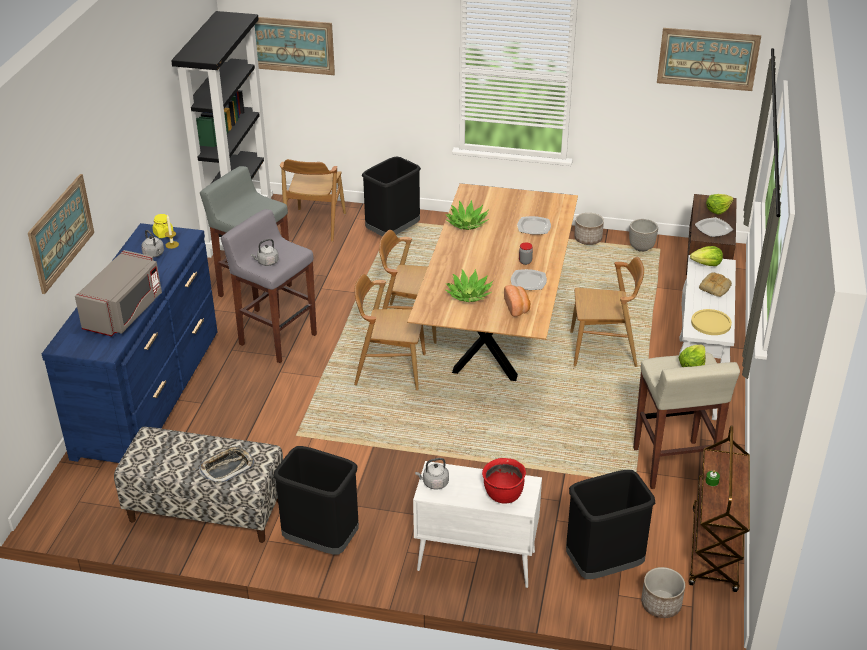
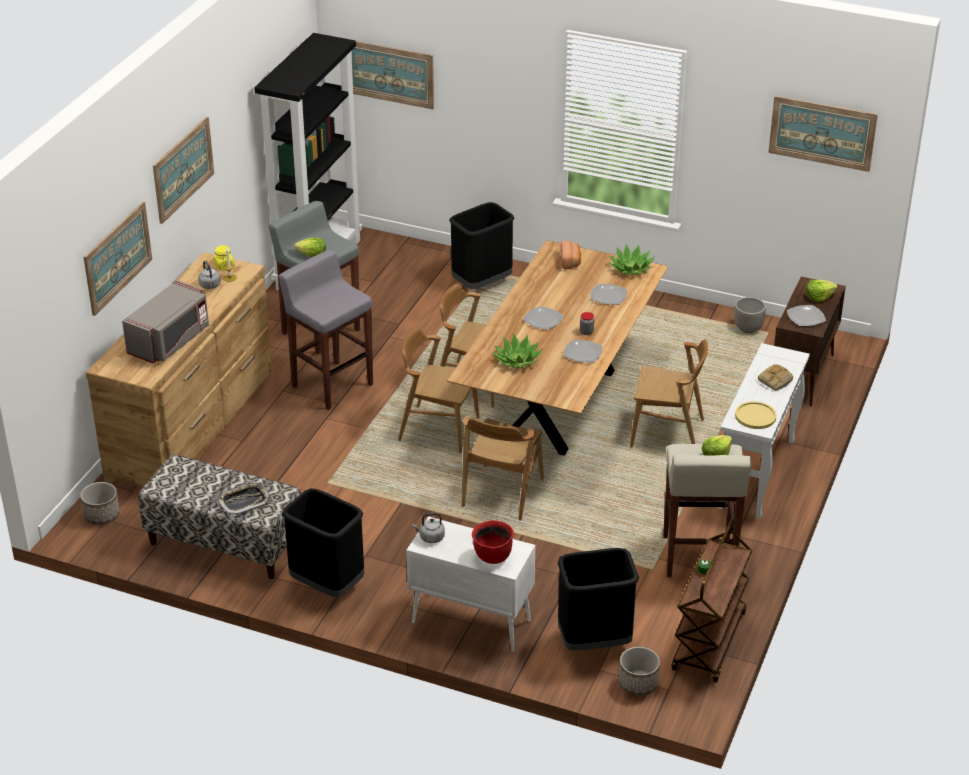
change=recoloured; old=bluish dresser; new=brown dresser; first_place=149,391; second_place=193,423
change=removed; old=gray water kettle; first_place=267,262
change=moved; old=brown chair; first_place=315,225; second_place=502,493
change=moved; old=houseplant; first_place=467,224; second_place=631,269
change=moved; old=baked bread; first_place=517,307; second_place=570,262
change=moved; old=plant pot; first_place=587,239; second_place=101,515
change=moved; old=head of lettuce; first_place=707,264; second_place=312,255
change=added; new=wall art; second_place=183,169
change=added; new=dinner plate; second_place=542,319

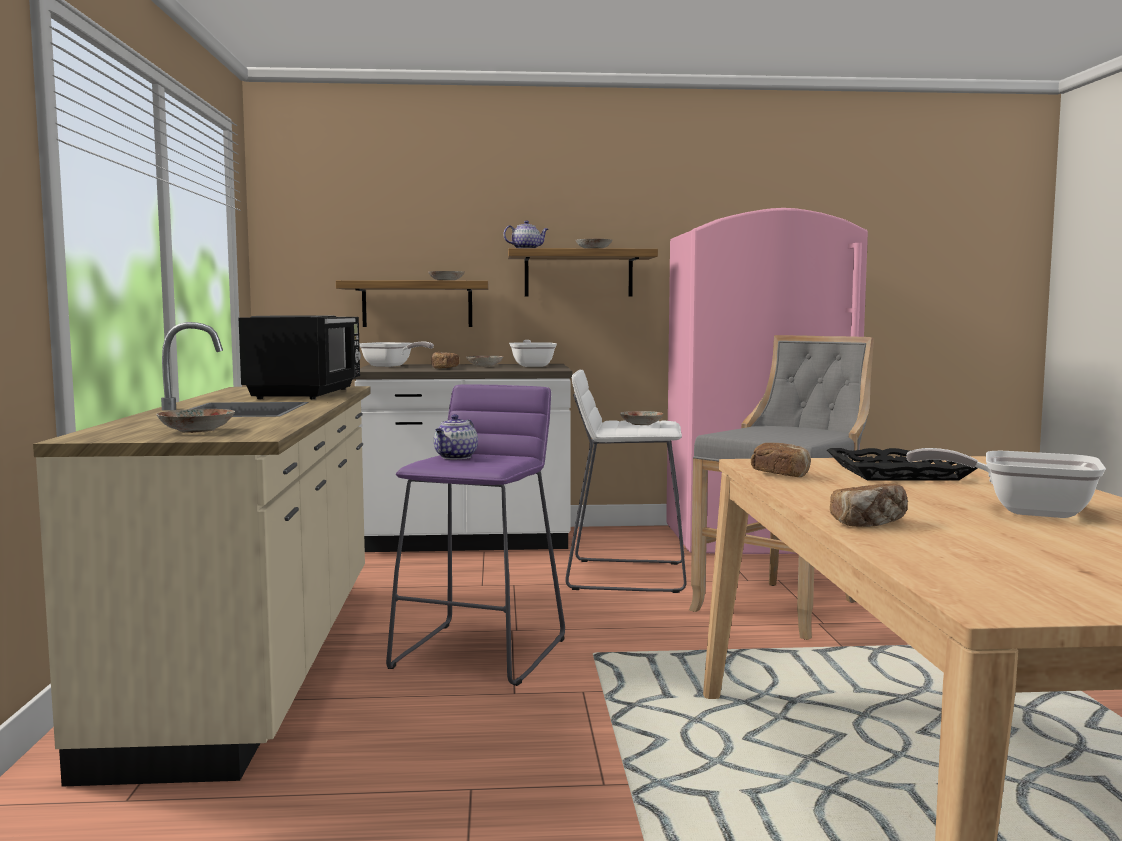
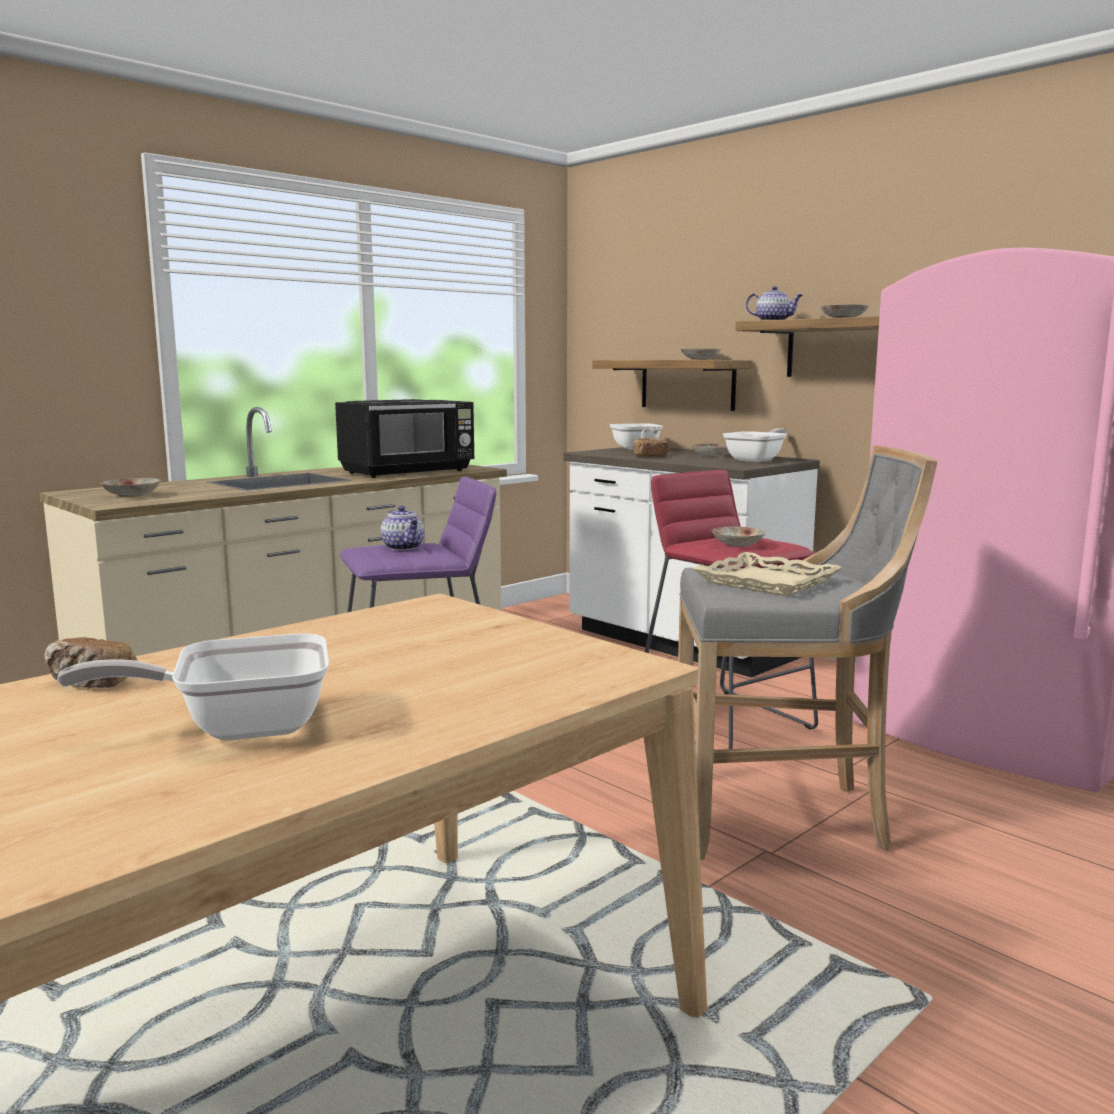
change=turned; old=pot for tea; first_place=456,457; second_place=404,547; degrees=-105
change=recoloured; old=white-coloured sitting stool; new=red-coloured sitting stool; first_place=625,575; second_place=723,721
change=removed; old=baked bread; first_place=781,474
change=removed; old=black-coloured serving tray; first_place=898,473
change=turned; old=pan; first_place=1023,510; second_place=237,727; degrees=-90
change=added; new=beige-coloured serving tray; second_place=767,582

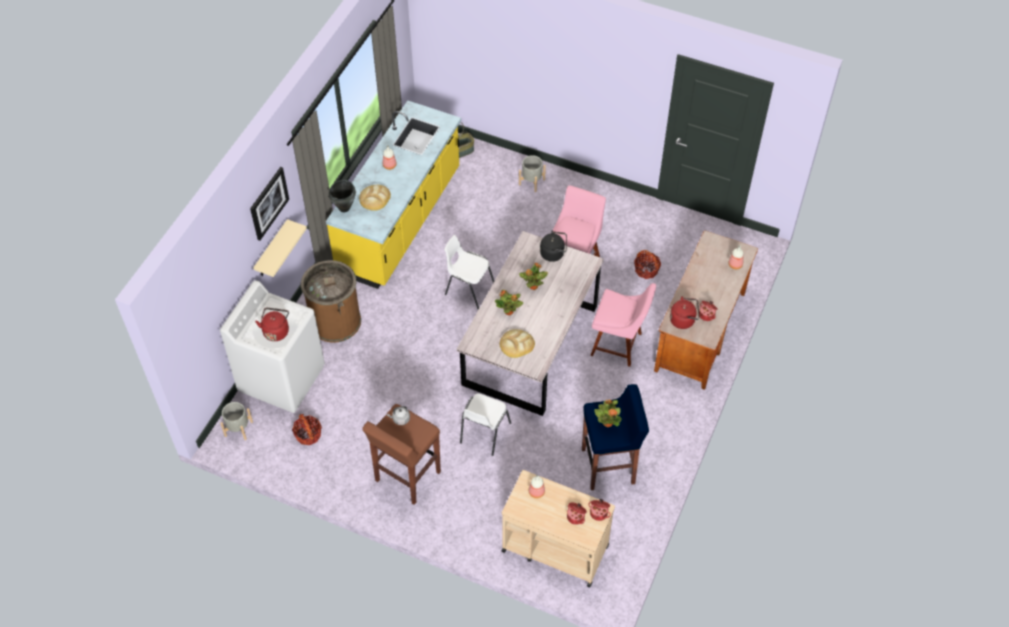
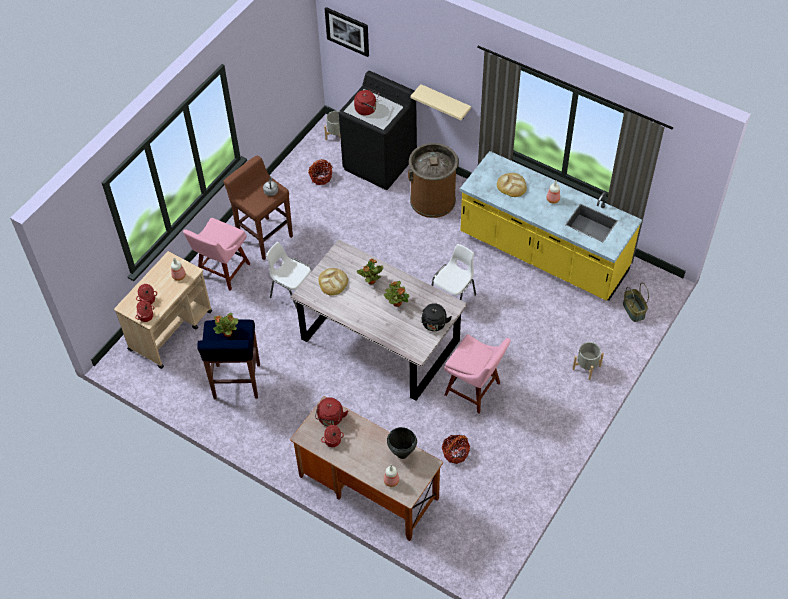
change=recoloured; old=white-coloured laundry appliance; new=black-coloured laundry appliance; first_place=282,378; second_place=380,163
change=moved; old=wall art; first_place=268,203; second_place=347,31
change=moved; old=black-coloured cooking pot; first_place=344,208; second_place=402,454
change=moved; old=pinkish chair; first_place=619,345; second_place=222,272

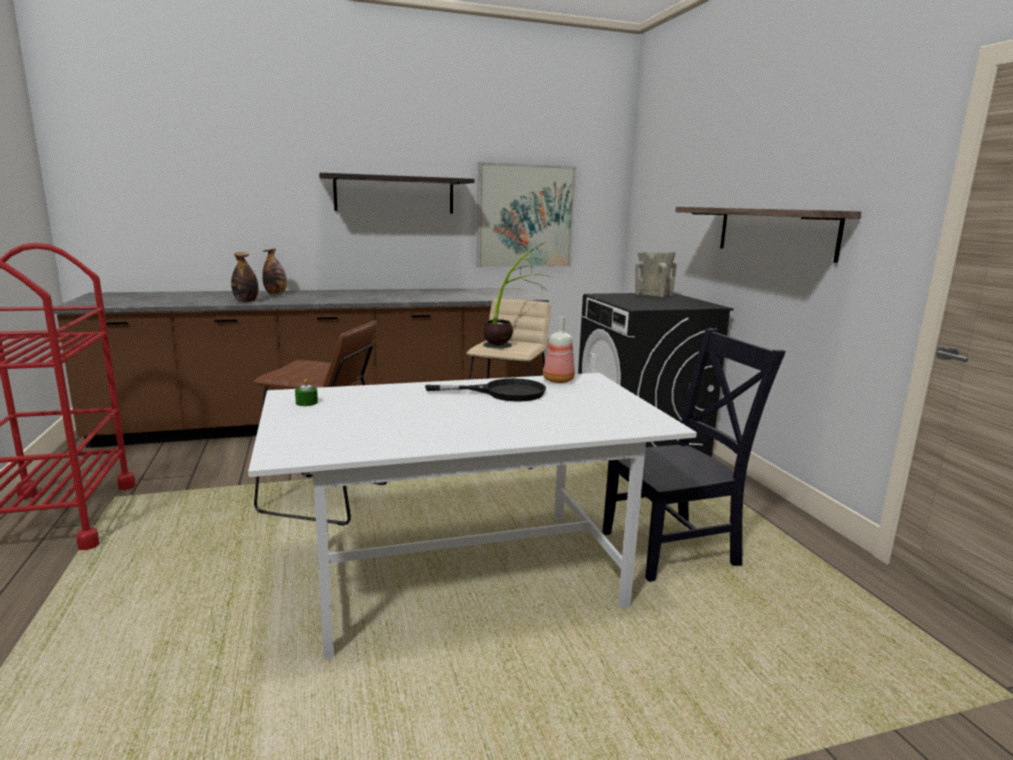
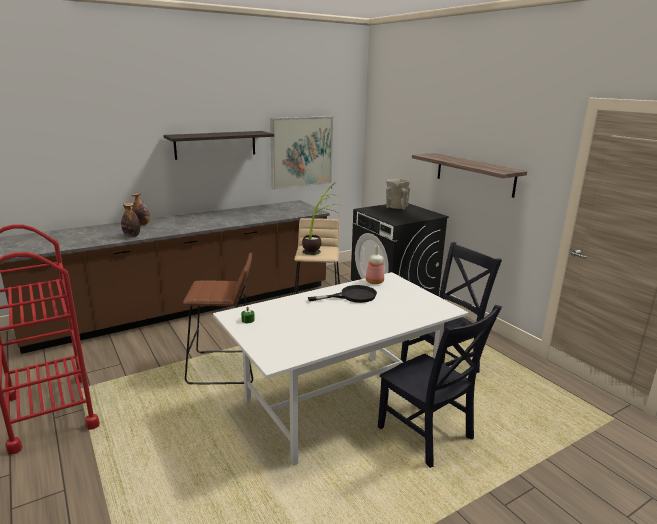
change=added; new=black-coloured chair; second_place=427,435

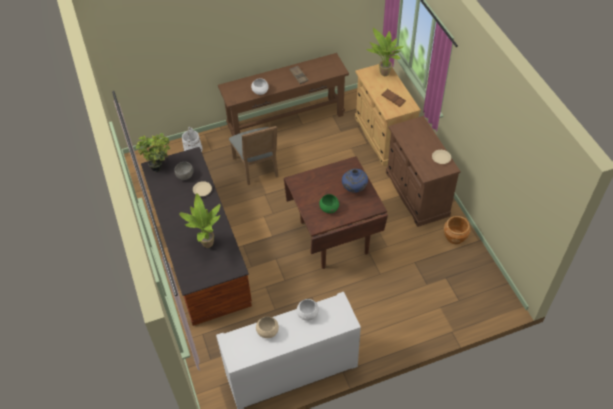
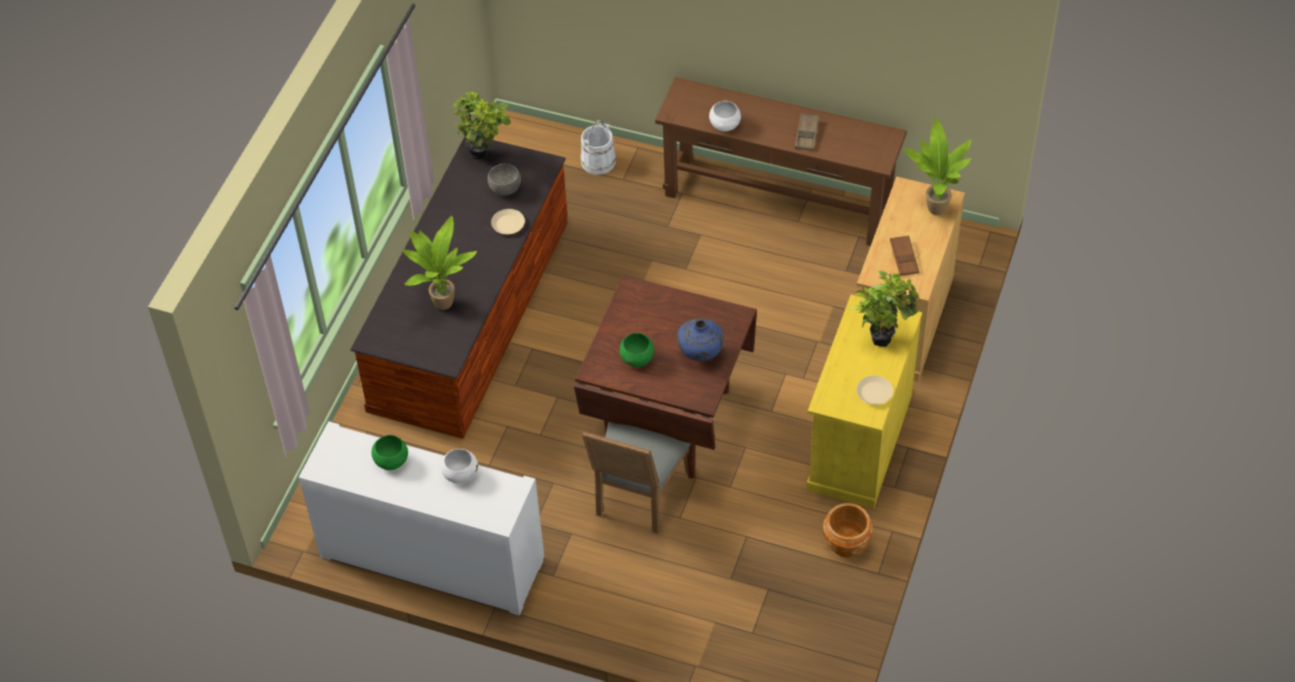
change=moved; old=gray chair; first_place=258,168; second_place=638,496
change=recoloured; old=beige-coloured serving bowl; new=green-coloured serving bowl; first_place=267,331; second_place=391,461
change=recoloured; old=brown cupboard; new=yellowish cupboard; first_place=416,194; second_place=859,441
change=added; new=houseplant; second_place=882,335

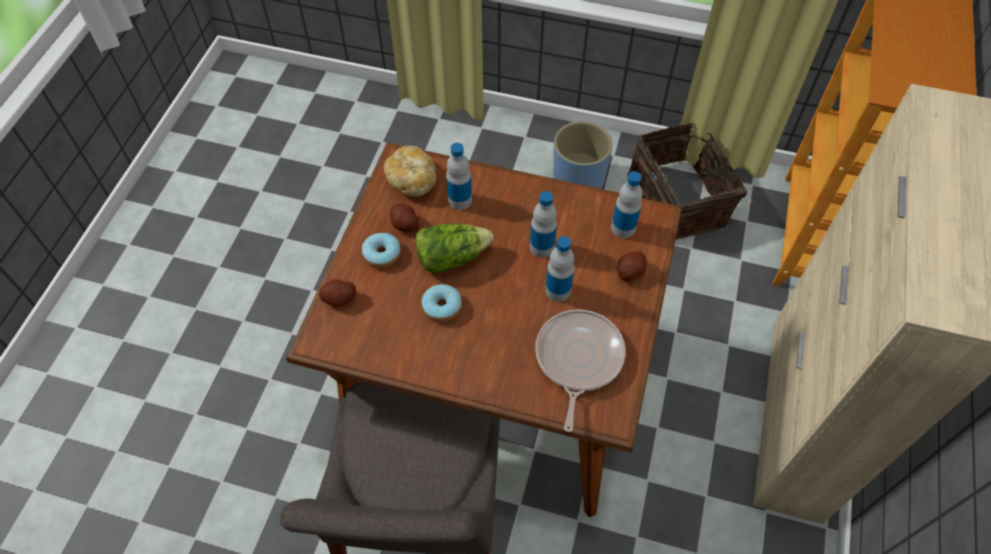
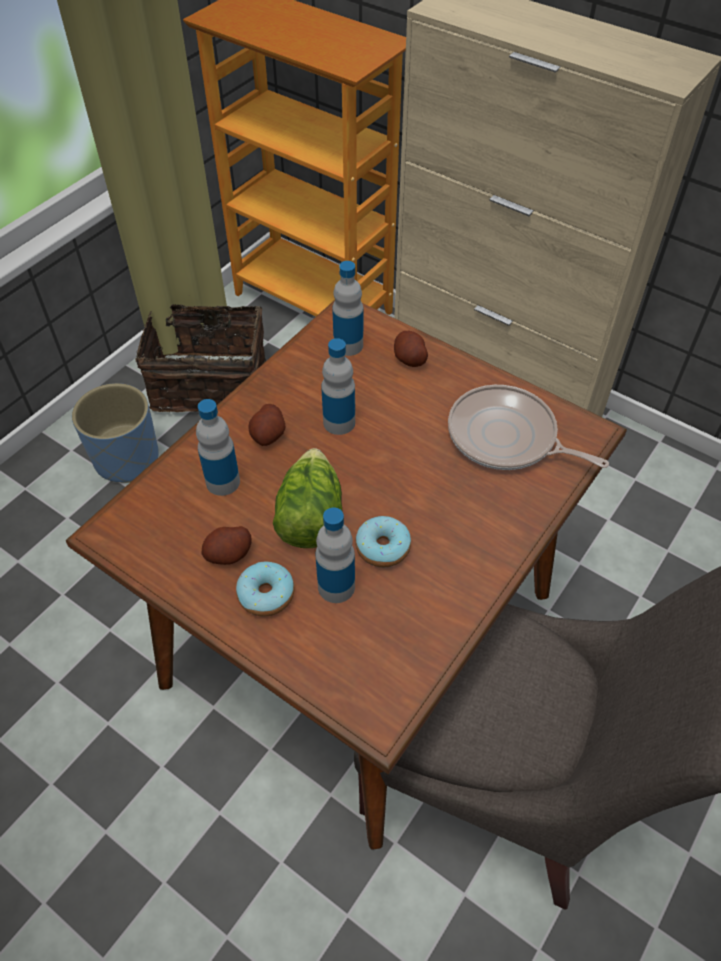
change=moved; old=whole potato; first_place=339,299; second_place=268,435
change=removed; old=baked bread; first_place=412,180
change=moved; old=beverage bottle; first_place=558,290; second_place=336,586

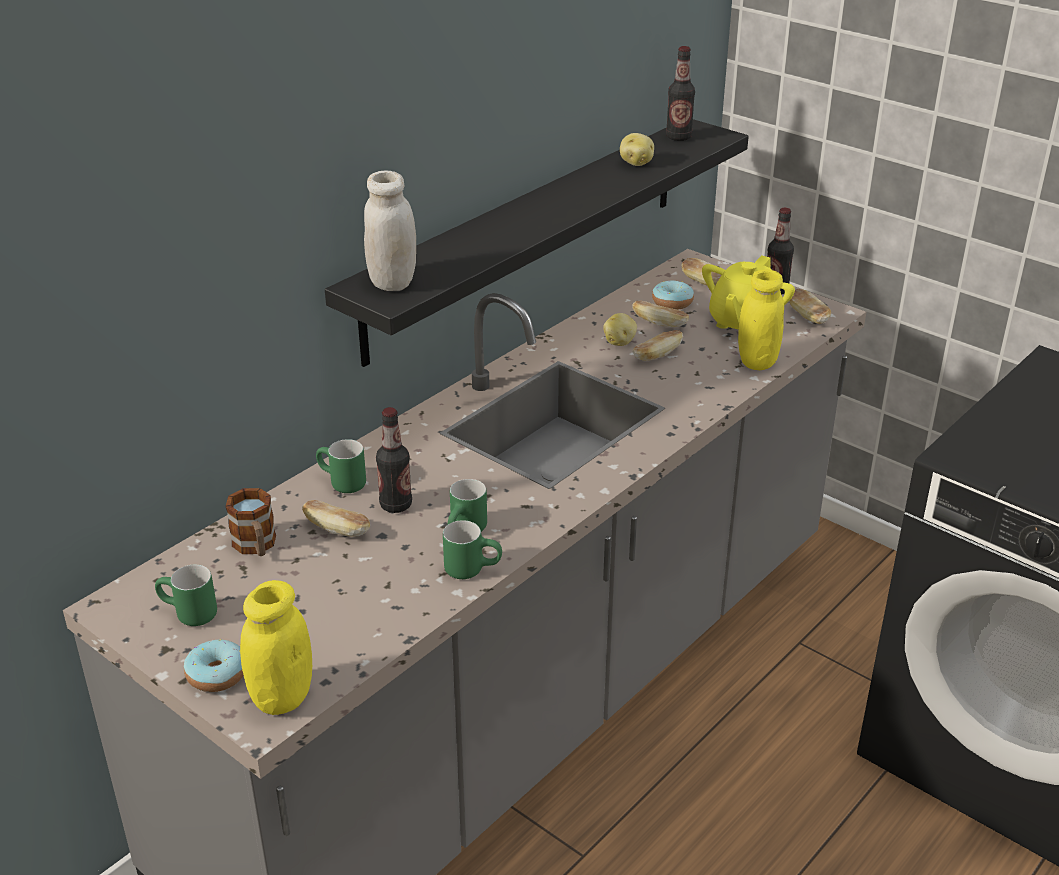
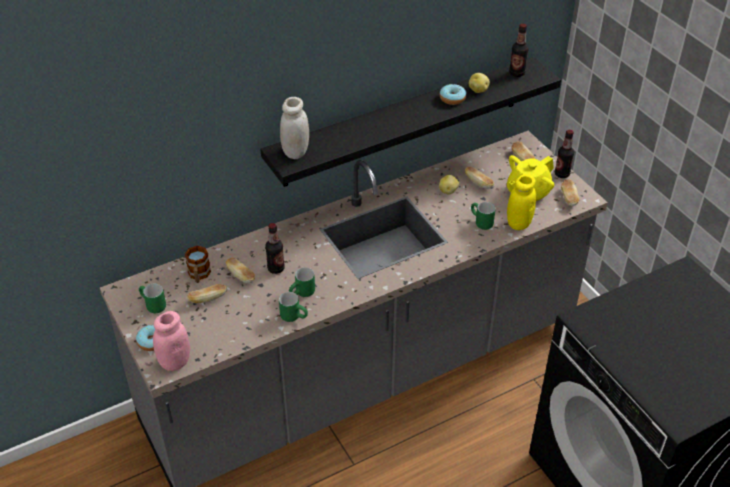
change=recoloured; old=yellowish preserve jar; new=pinkish preserve jar; first_place=282,697; second_place=175,362
change=moved; old=green-coloured mug; first_place=340,484; second_place=480,223
change=moved; old=baked bread; first_place=657,356; second_place=207,299
change=moved; old=doughnut; first_place=672,302; second_place=452,99

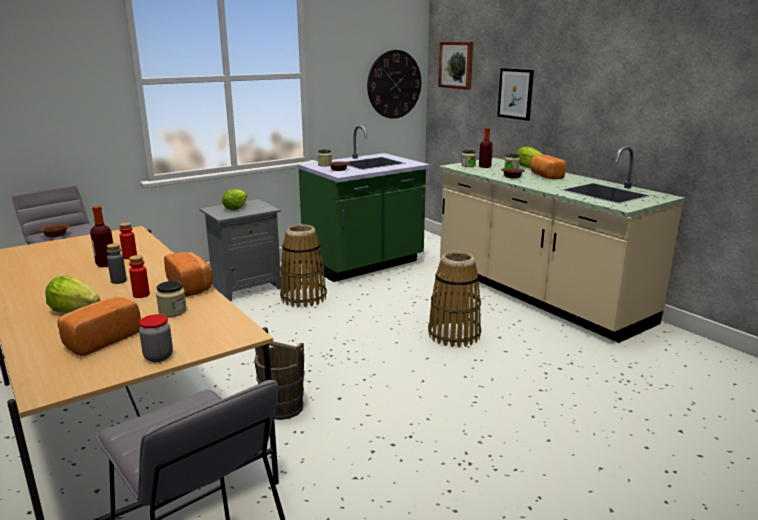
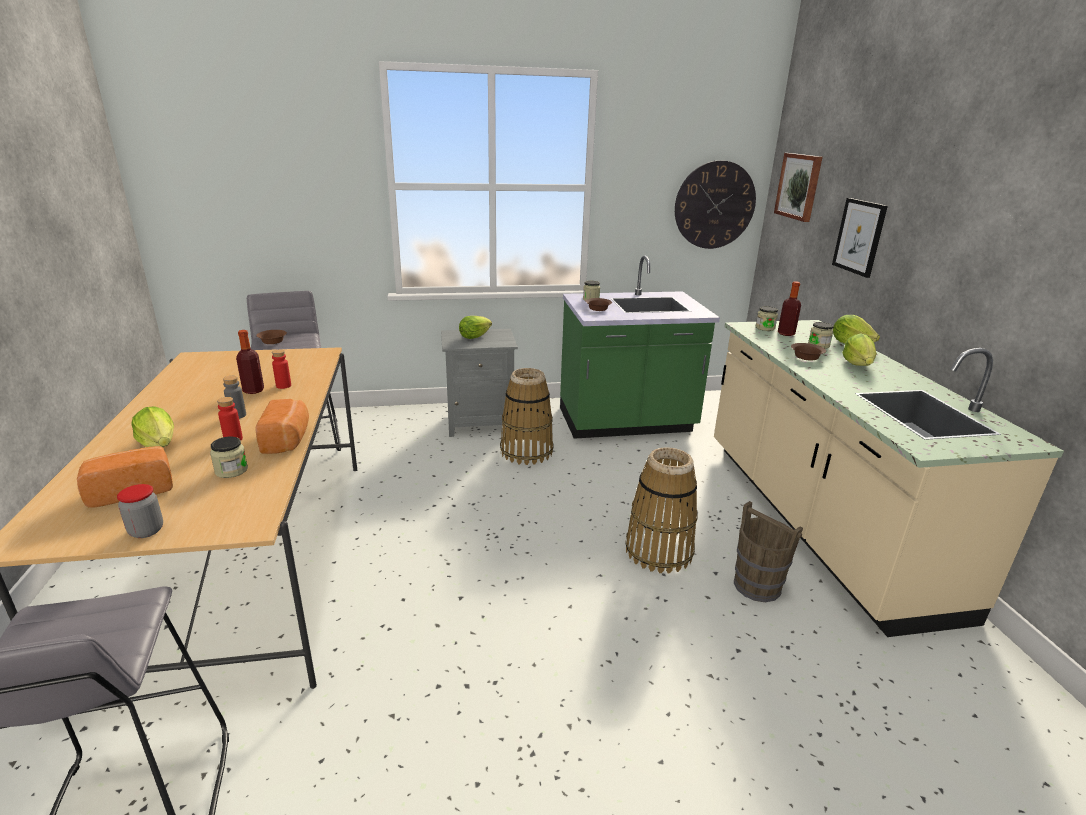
change=moved; old=brown water bucket; first_place=282,407; second_place=756,585
change=replaced; old=baked bread; new=head of lettuce; first_place=545,176; second_place=858,365

